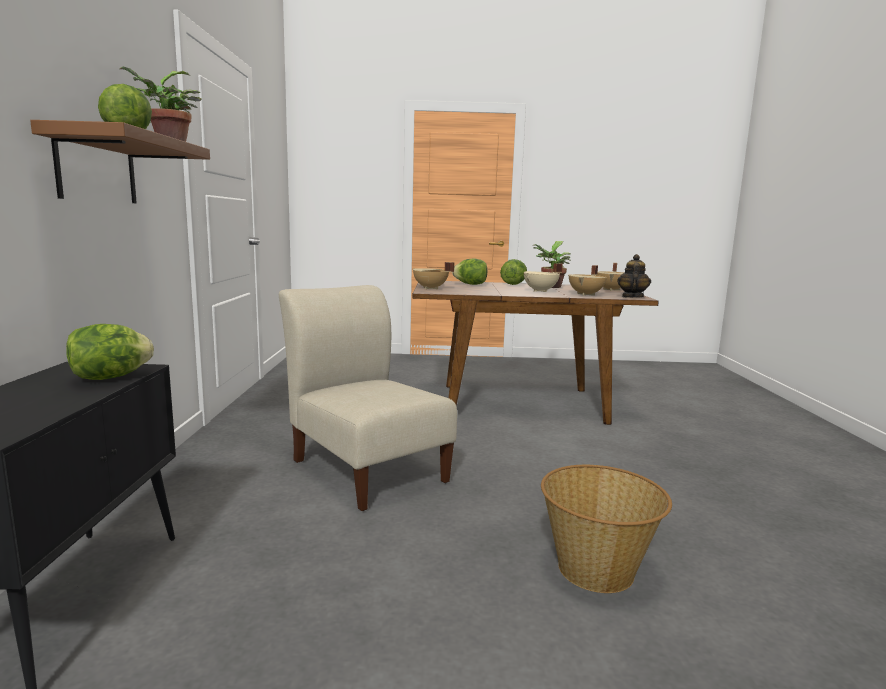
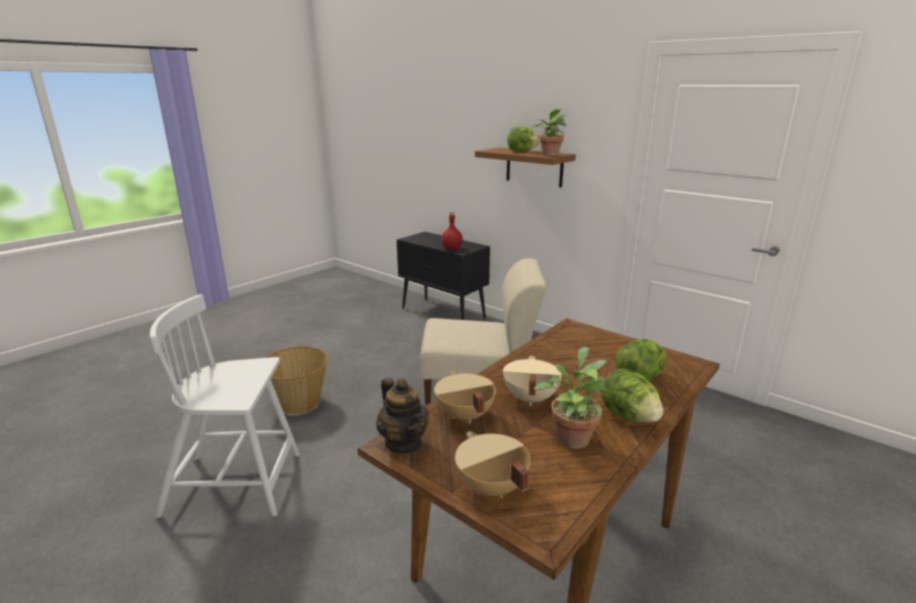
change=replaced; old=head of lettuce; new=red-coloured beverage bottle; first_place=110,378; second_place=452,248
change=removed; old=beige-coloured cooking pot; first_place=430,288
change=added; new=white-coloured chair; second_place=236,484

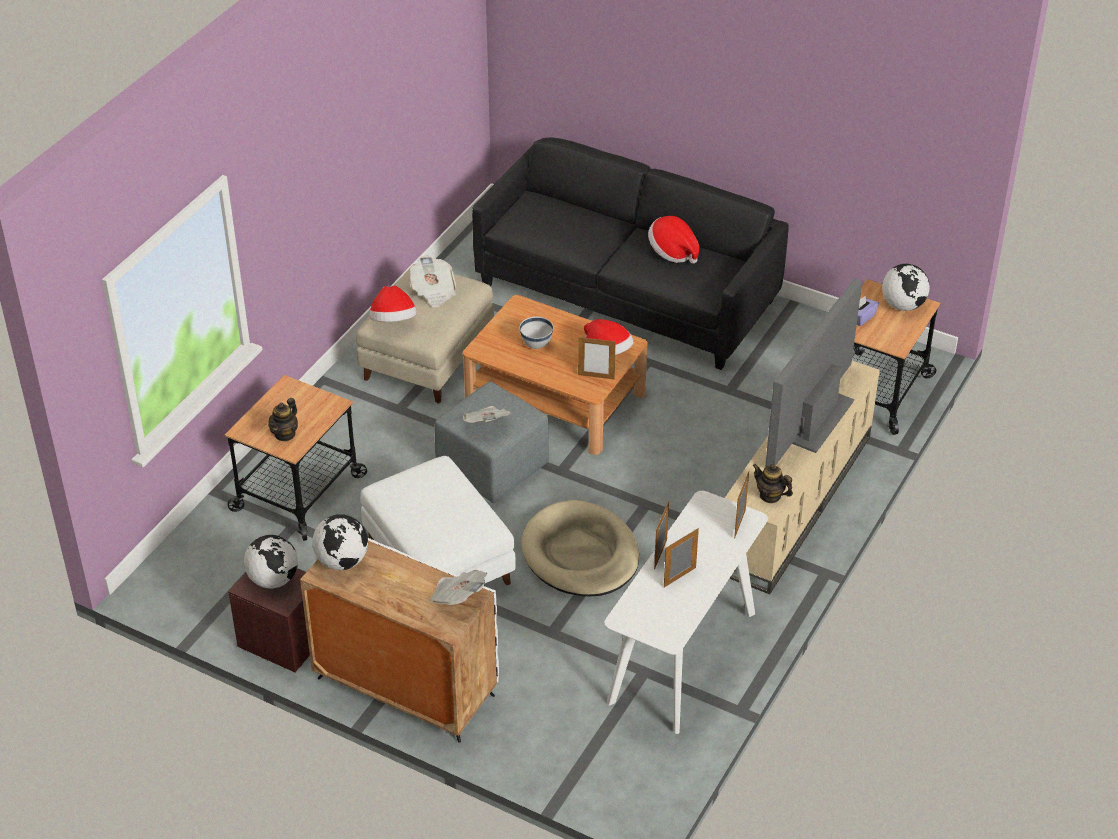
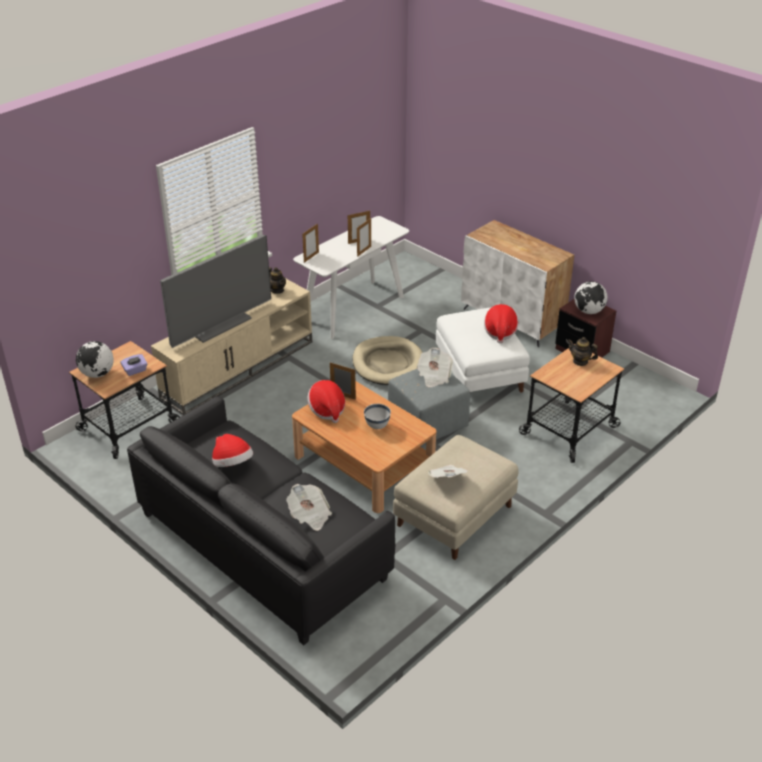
change=turned; old=pot for tea; first_place=285,434; second_place=580,361; degrees=-105
change=removed; old=desk globe; first_place=342,561
change=moved; old=wearable hat; first_place=393,322; second_place=500,332
change=moved; old=daily paper; first_place=458,597; second_place=309,515

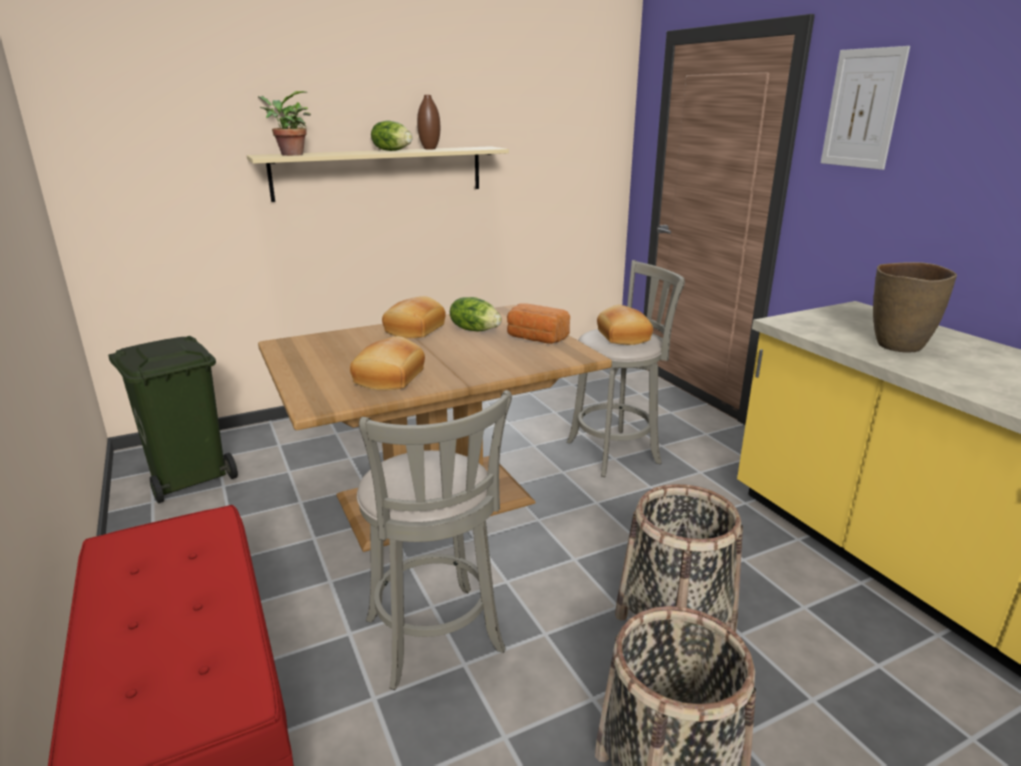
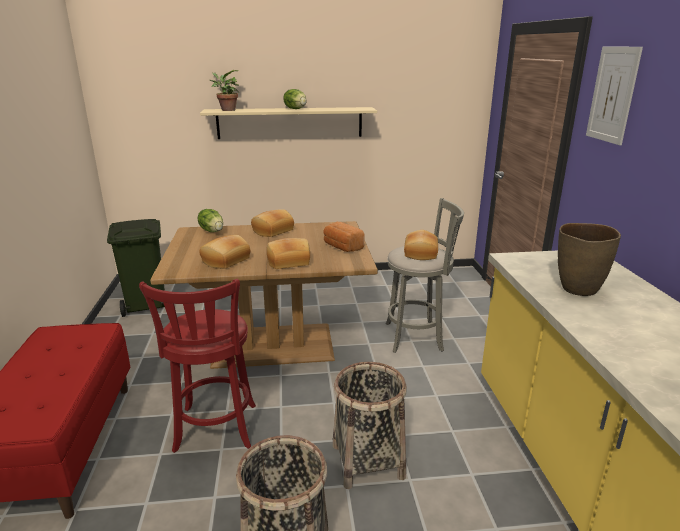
change=recoloured; old=gray sitting stool; new=red-coloured sitting stool; first_place=436,640; second_place=215,431
change=removed; old=brown flower vase; first_place=429,149
change=moved; old=head of lettuce; first_place=475,330; second_place=212,231
change=added; new=baked bread; second_place=288,261

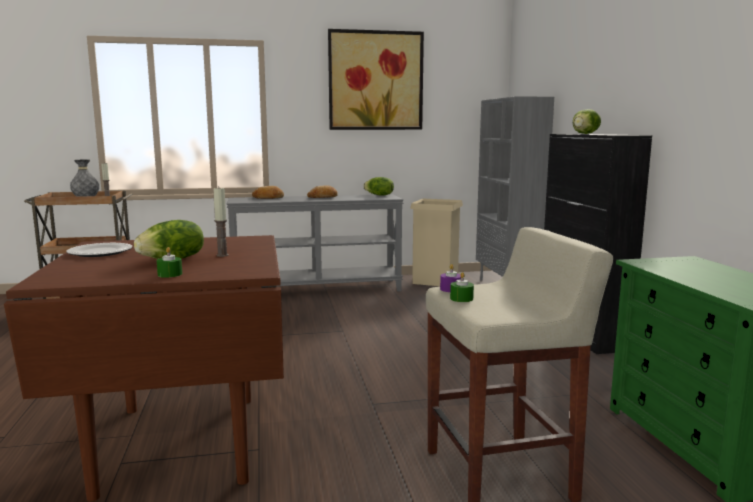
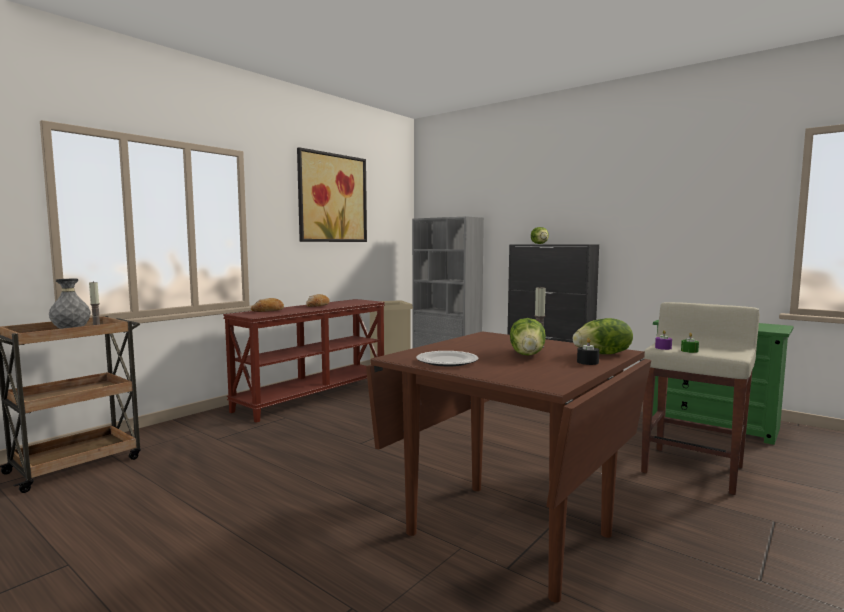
change=recoloured; old=green-coloured wax light; new=black-coloured wax light; first_place=170,274; second_place=587,362
change=recoloured; old=gray narrow table; new=brown narrow table; first_place=317,289; second_place=313,396
change=moved; old=head of lettuce; first_place=379,195; second_place=603,354

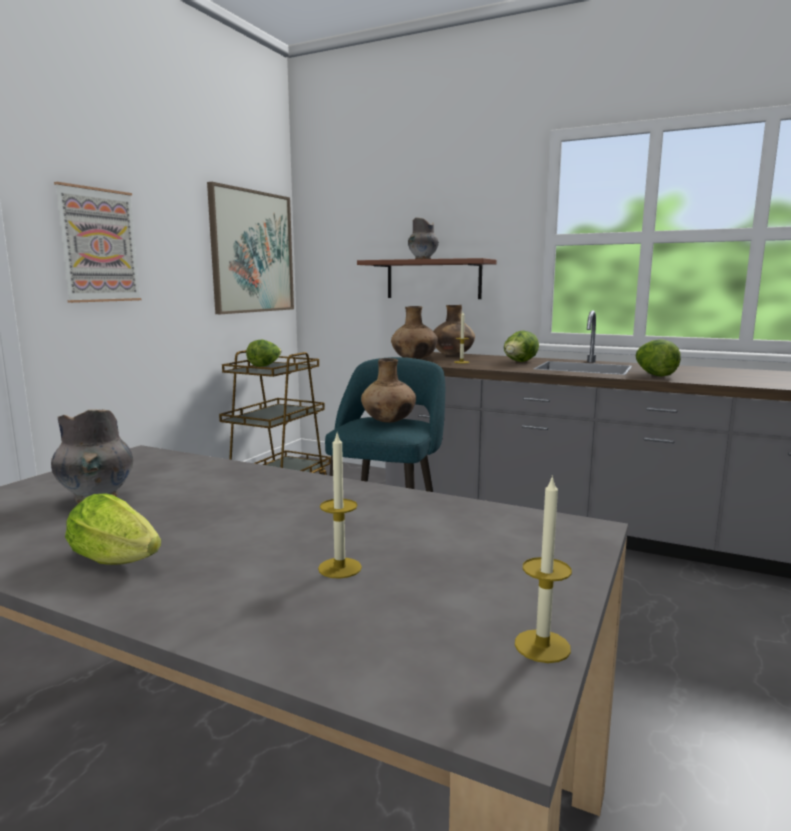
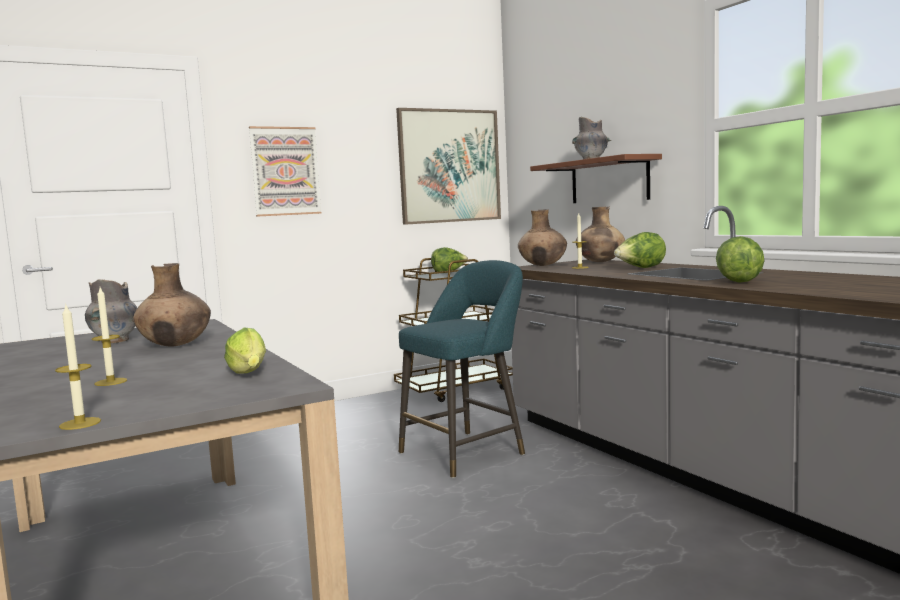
change=moved; old=head of lettuce; first_place=119,559; second_place=249,373
change=moved; old=brown flower vase; first_place=388,421; second_place=176,345

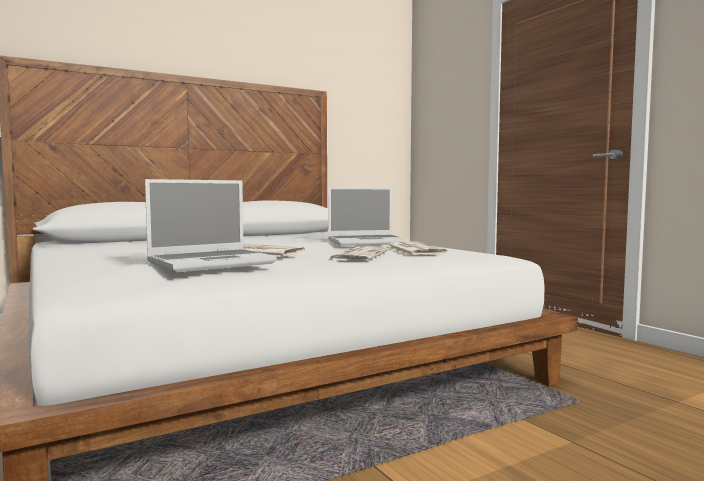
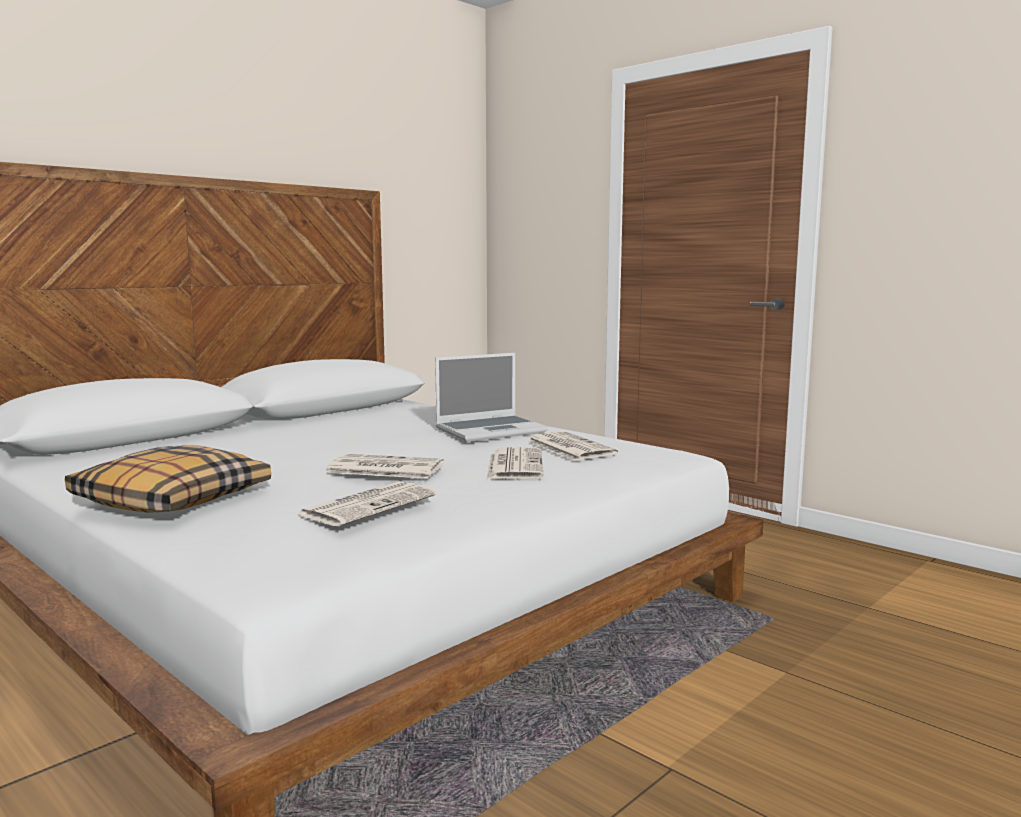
change=replaced; old=laptop; new=daily paper; first_place=212,263; second_place=369,505
change=added; new=throw pillow; second_place=171,501

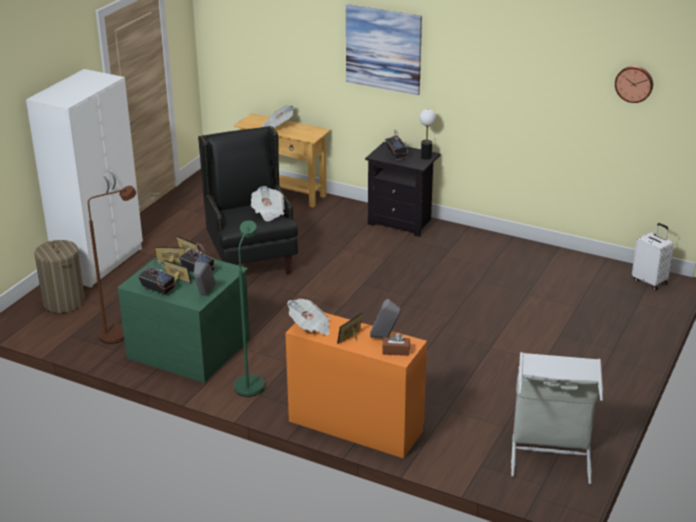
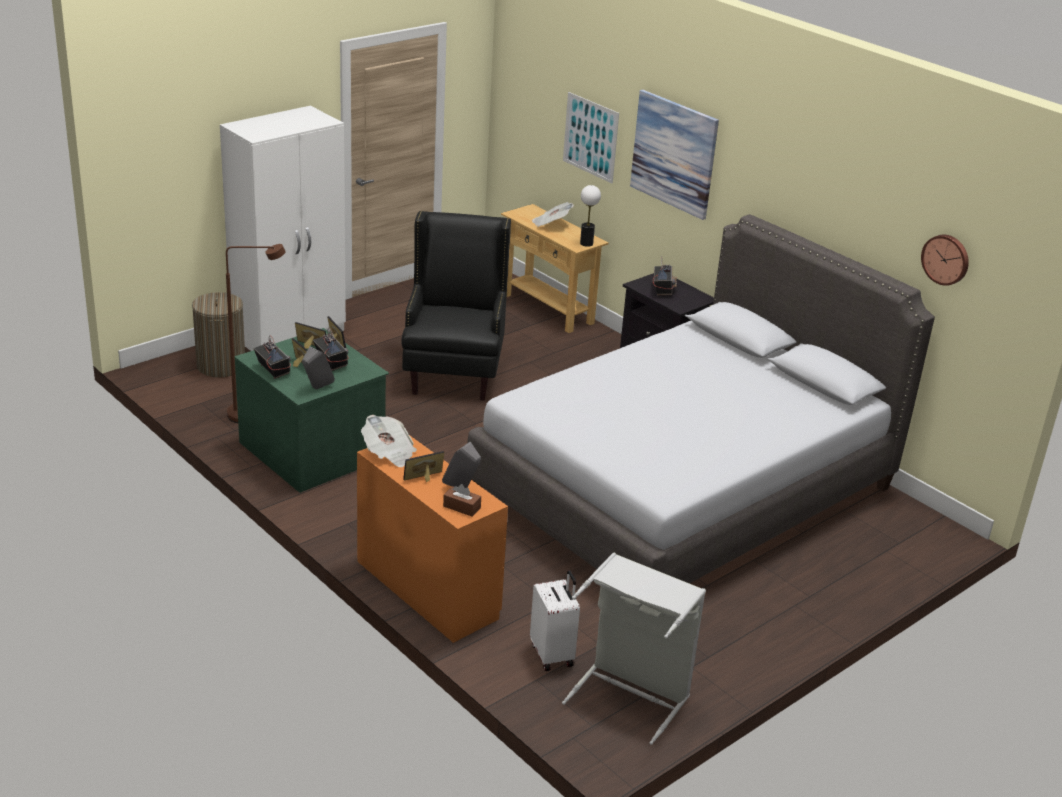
change=removed; old=green-coloured standing lamp; first_place=251,382
change=removed; old=daily paper; first_place=268,212
change=moved; old=table lamp; first_place=426,157; second_place=586,243
change=moved; old=white-coloured travel case; first_place=650,281; second_place=553,654
change=added; new=gray sleeping bed; second_place=683,490
change=added; new=wall art; second_place=590,137

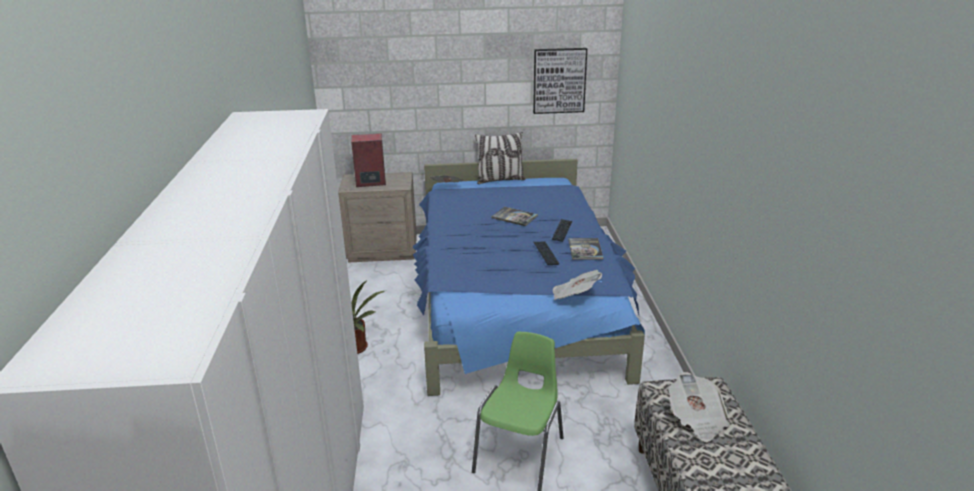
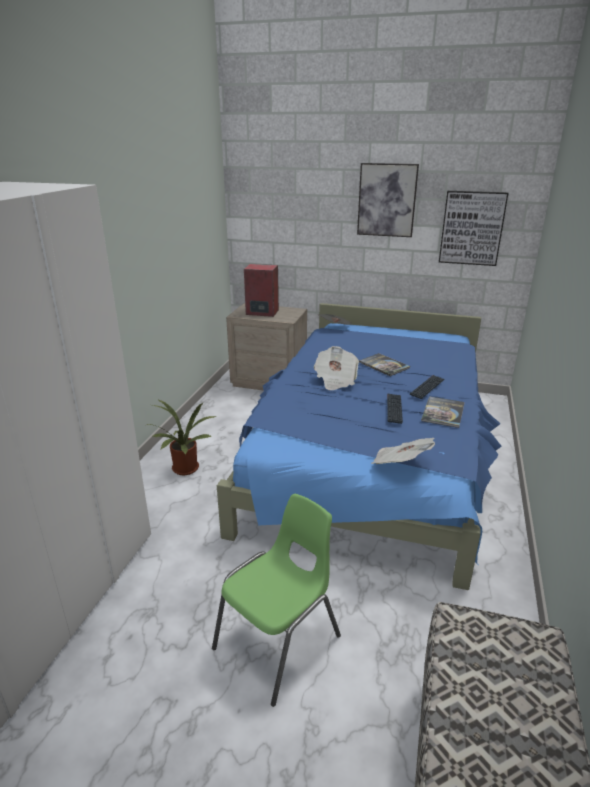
change=removed; old=throw pillow; first_place=500,180
change=moved; old=daily paper; first_place=696,420; second_place=335,380
change=added; new=wall art; second_place=387,200

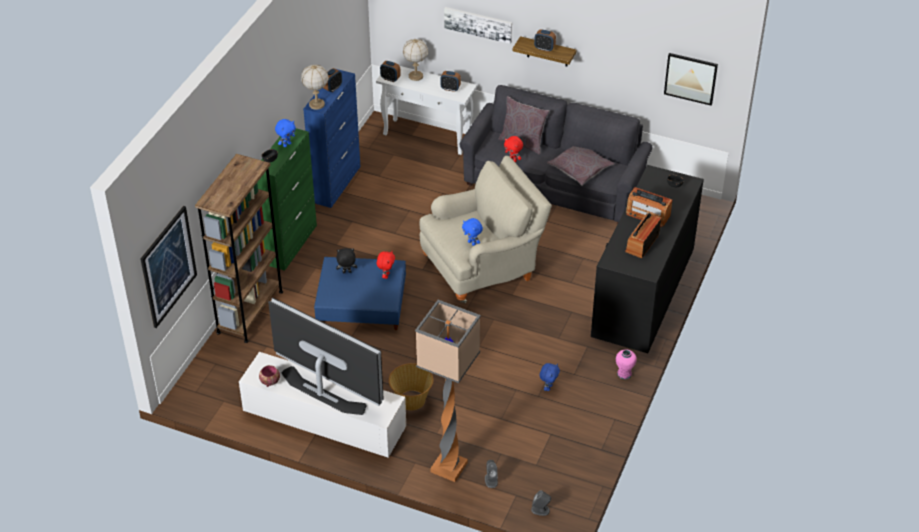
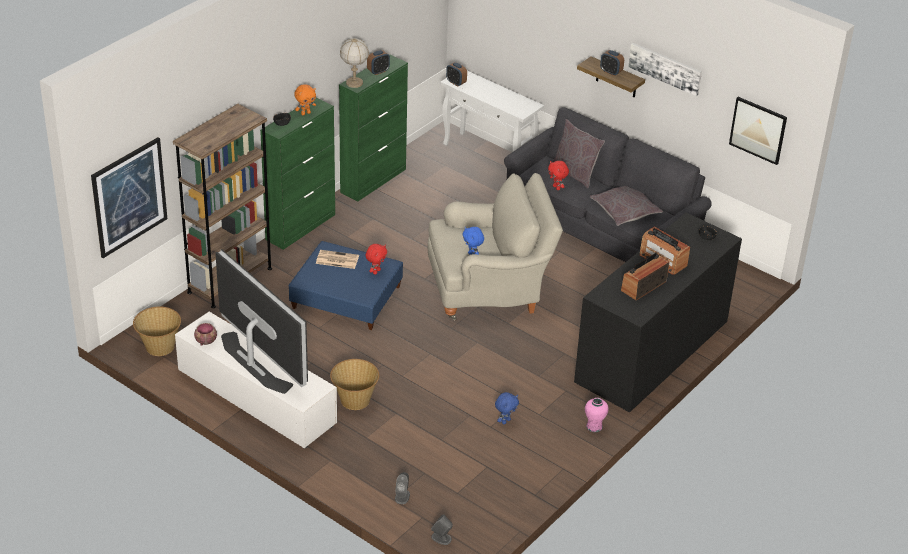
change=recoloured; old=bluish cuddly toy; new=orange-coloured cuddly toy; first_place=287,144; second_place=305,113
change=recoloured; old=bluish cupboard; new=green-coloured cupboard; first_place=336,184; second_place=373,180
change=replaced; old=black-coloured cuddly toy; new=daily paper; first_place=346,272; second_place=336,260
change=removed; old=table lamp; first_place=416,76
change=removed; old=standing lamp; first_place=447,467
change=removed; old=alarm clock; first_place=450,88
change=moved; old=wall art; first_place=478,24; second_place=665,68
change=added; new=household basket; second_place=159,347

